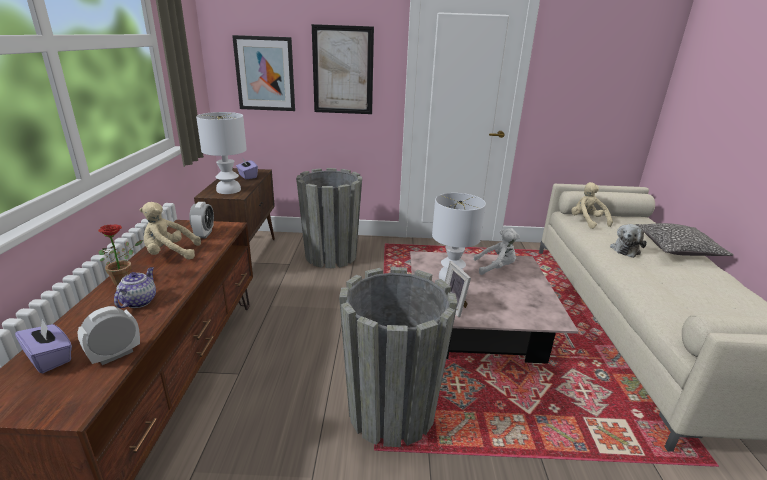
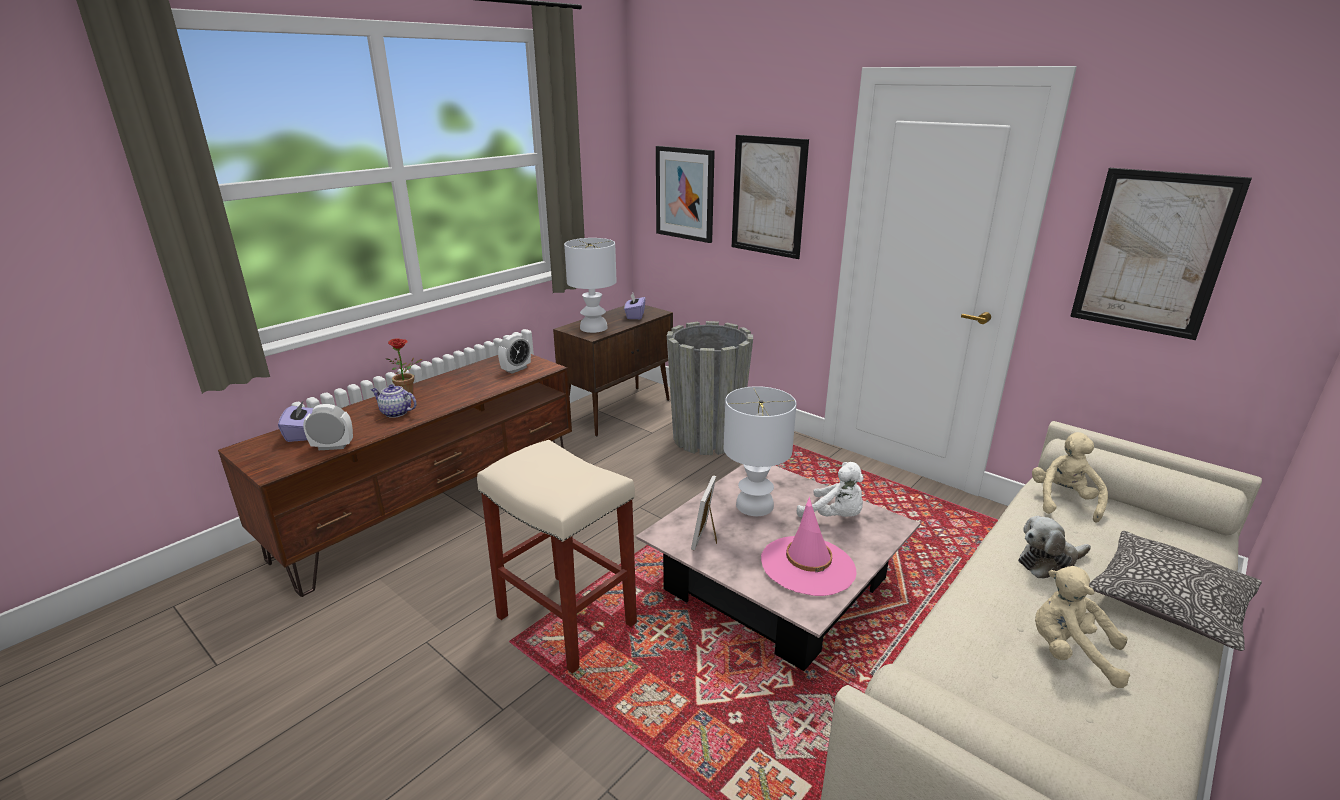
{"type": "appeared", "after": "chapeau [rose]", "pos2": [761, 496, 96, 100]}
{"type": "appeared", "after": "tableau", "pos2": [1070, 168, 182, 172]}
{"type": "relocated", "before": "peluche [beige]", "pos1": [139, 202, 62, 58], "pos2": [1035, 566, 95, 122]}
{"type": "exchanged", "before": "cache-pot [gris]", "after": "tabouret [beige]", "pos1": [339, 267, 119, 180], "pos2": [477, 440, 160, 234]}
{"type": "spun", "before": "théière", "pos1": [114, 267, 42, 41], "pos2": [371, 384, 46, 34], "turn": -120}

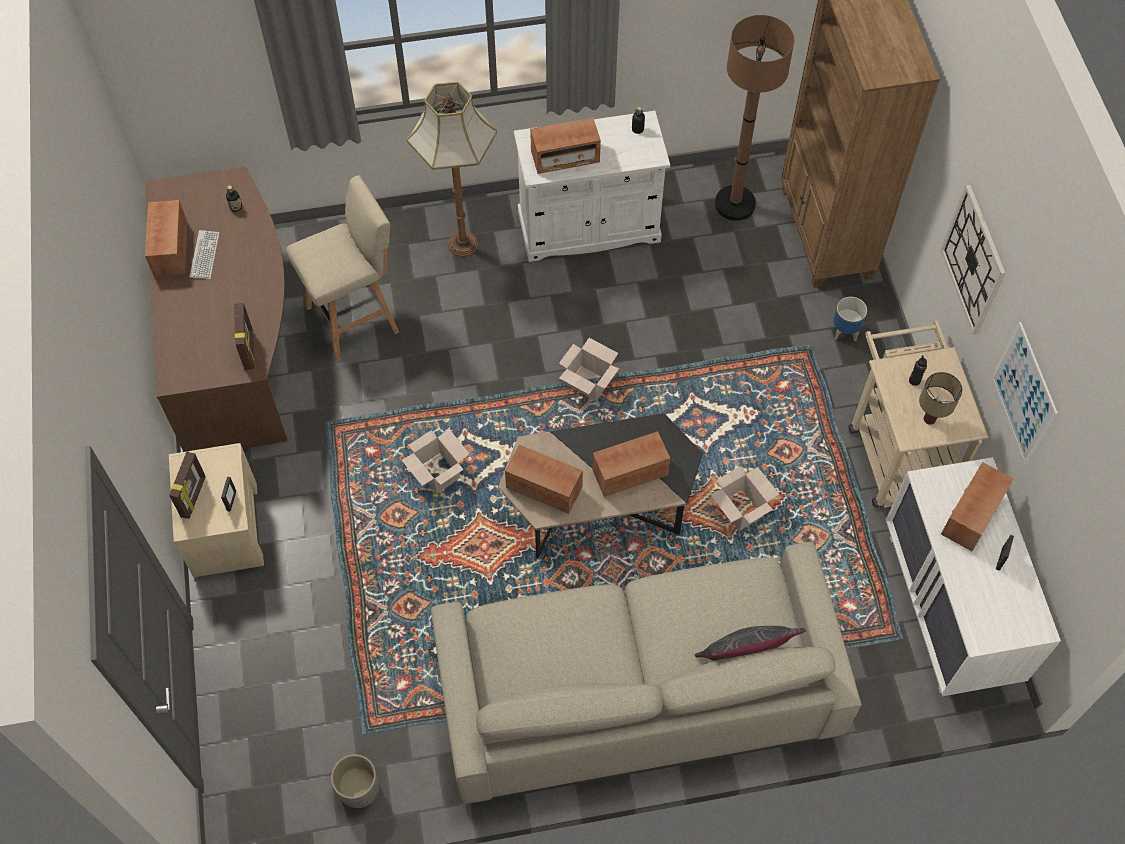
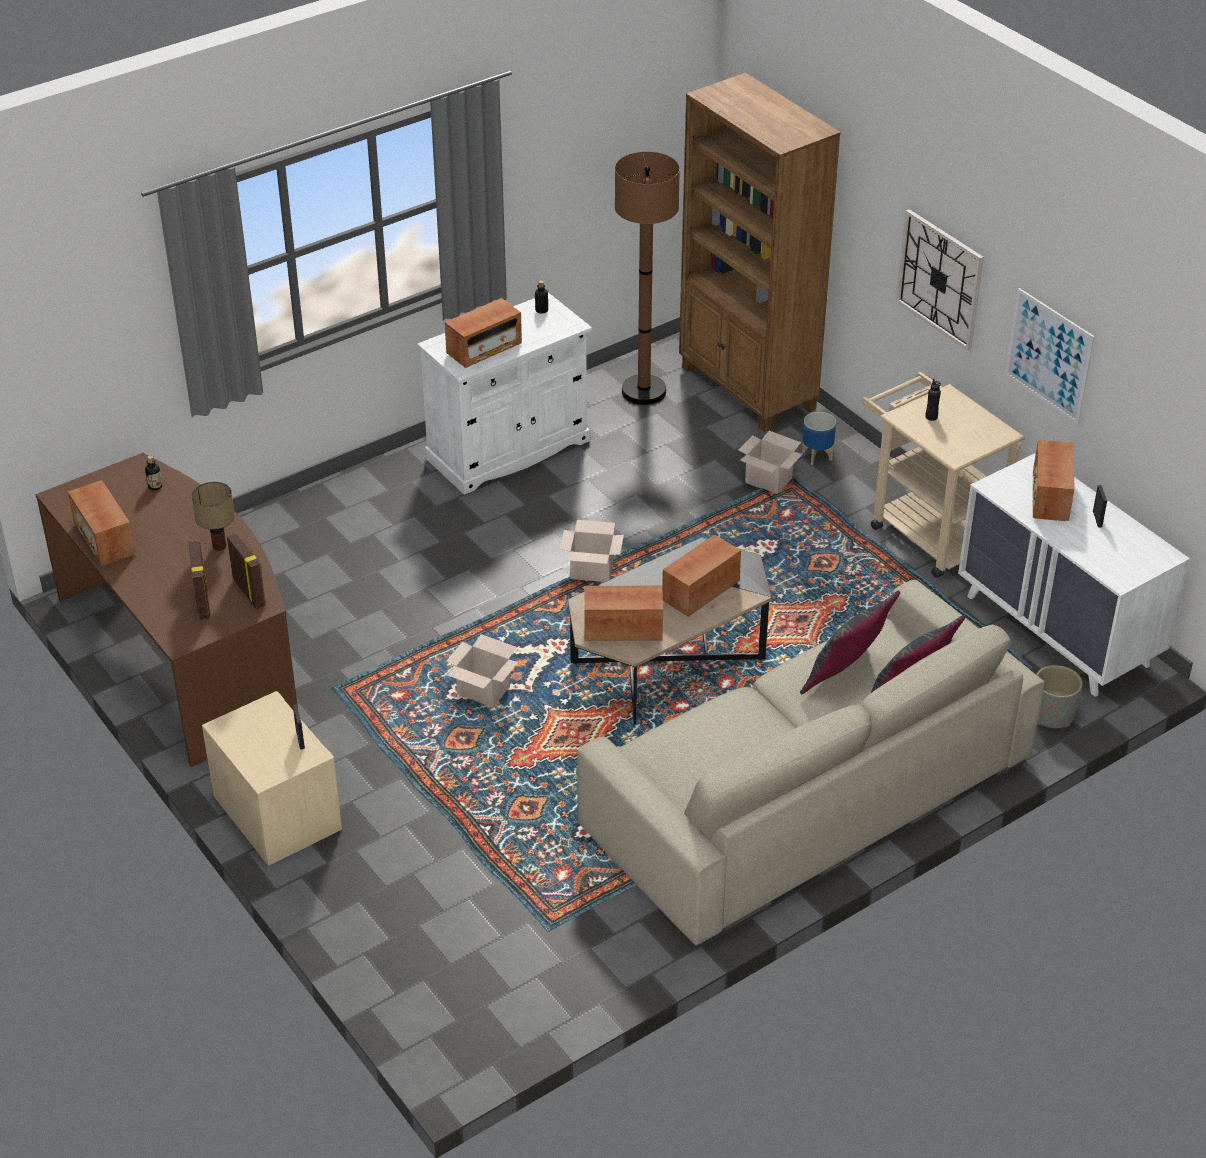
{"type": "missing", "before": "clavier", "pos1": [190, 230, 29, 49]}
{"type": "missing", "before": "tabouret [beige]", "pos1": [286, 175, 113, 186]}
{"type": "missing", "before": "lampadaire", "pos1": [407, 82, 90, 175]}
{"type": "appeared", "after": "coussin [gris]", "pos2": [800, 590, 100, 104]}
{"type": "relocated", "before": "cadre photo", "pos1": [169, 452, 37, 67], "pos2": [189, 540, 21, 80]}
{"type": "relocated", "before": "cache-pot [gris]", "pos1": [331, 754, 48, 54], "pos2": [1036, 665, 47, 63]}
{"type": "relocated", "before": "carton", "pos1": [710, 467, 69, 64], "pos2": [739, 431, 64, 63]}
{"type": "relocated", "before": "lampe de table", "pos1": [919, 372, 43, 53], "pos2": [192, 482, 43, 69]}

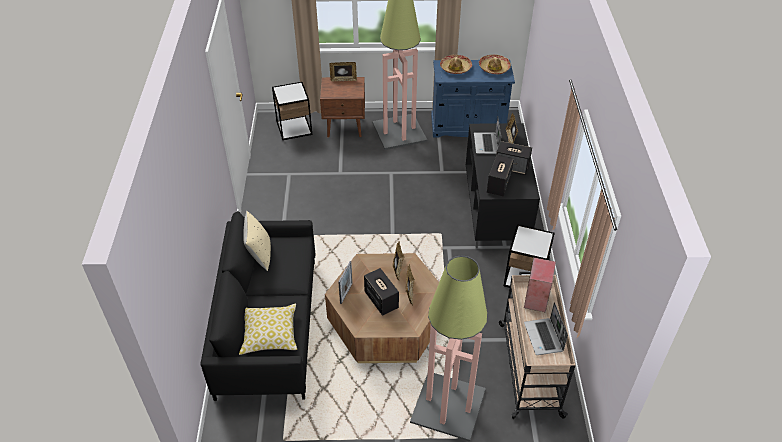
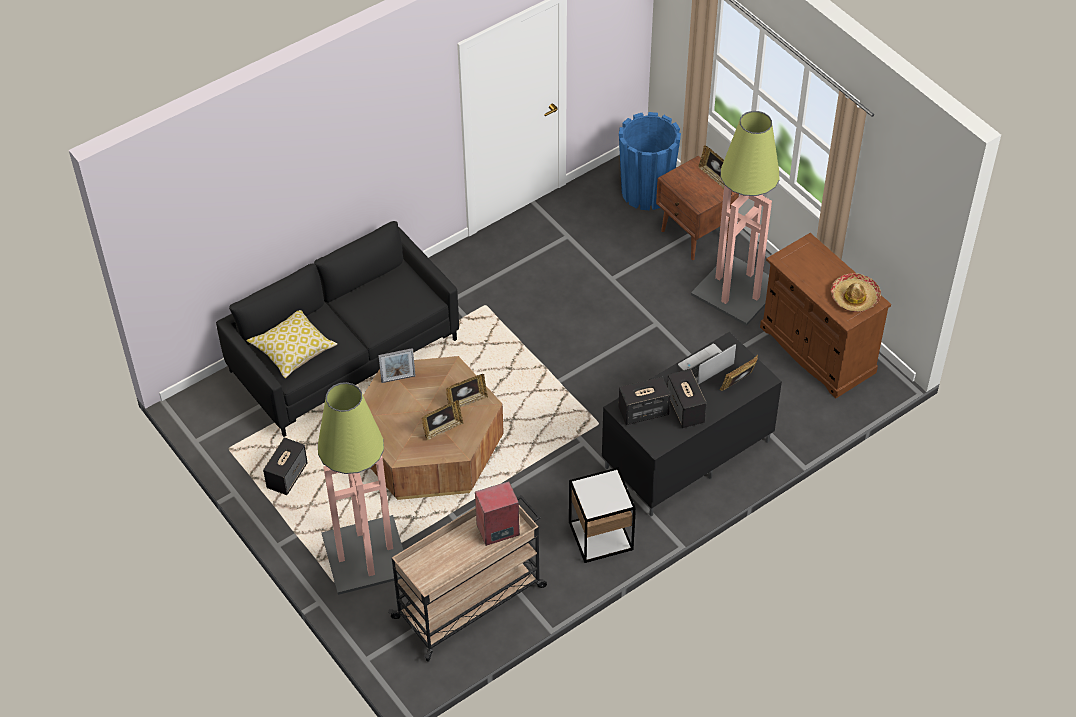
{"type": "missing", "before": "coussin [beige]", "pos1": [243, 211, 28, 60]}
{"type": "missing", "before": "chapeau", "pos1": [440, 55, 32, 19]}
{"type": "missing", "before": "ordinateur portable", "pos1": [524, 302, 44, 53]}
{"type": "relocated", "before": "enceinte", "pos1": [364, 268, 35, 48], "pos2": [263, 437, 45, 58]}
{"type": "exchanged", "before": "table d'appoint", "after": "cache-pot [bleu]", "pos1": [272, 82, 40, 58], "pos2": [619, 112, 62, 98]}
{"type": "colour", "before": "meuble de rangement [bleu]", "after": "meuble de rangement [marron]", "pos1": [431, 60, 84, 78], "pos2": [760, 233, 131, 165]}

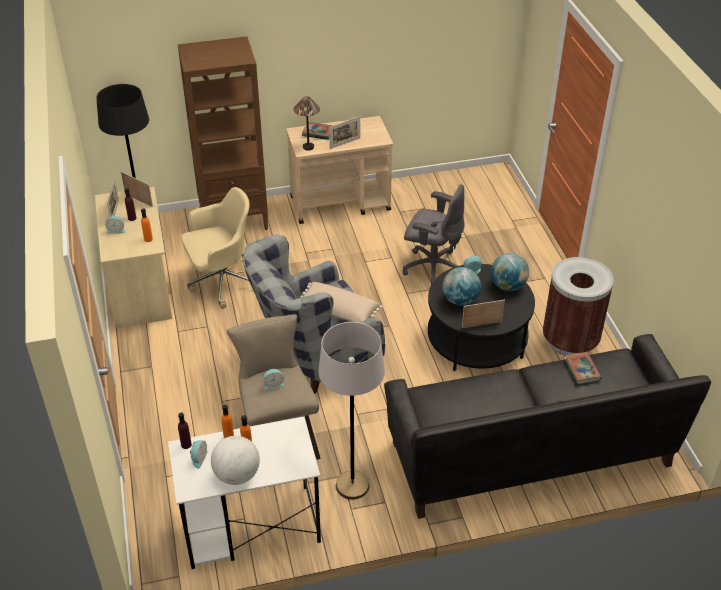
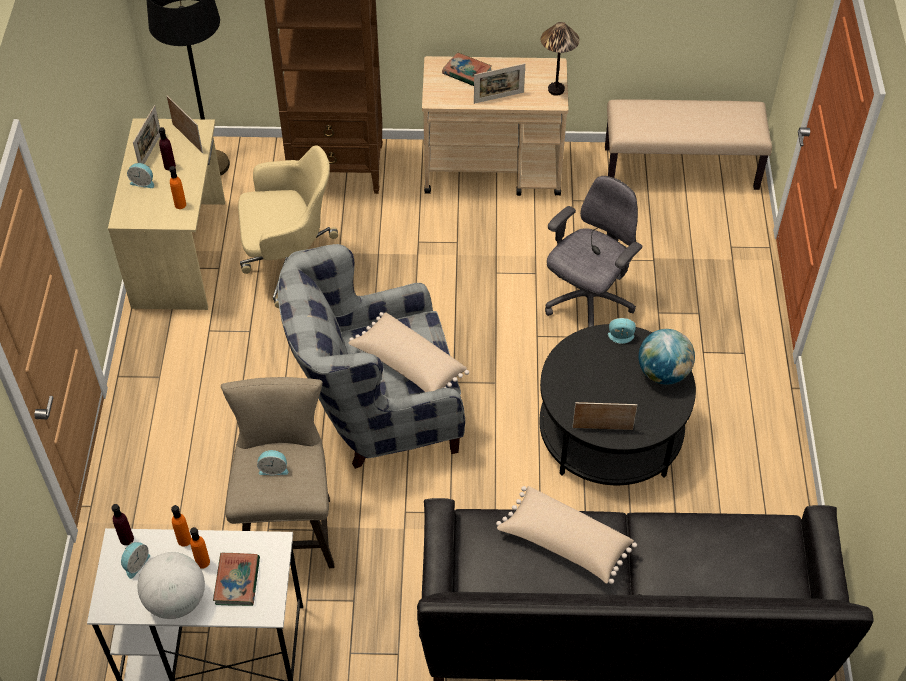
{"type": "missing", "before": "lampadaire [gris]", "pos1": [318, 322, 67, 178]}
{"type": "missing", "before": "globe", "pos1": [442, 267, 39, 39]}
{"type": "missing", "before": "poubelle [marron]", "pos1": [543, 257, 71, 99]}
{"type": "appeared", "after": "coussin [beige]", "pos2": [496, 486, 141, 98]}
{"type": "appeared", "after": "banc [beige]", "pos2": [605, 99, 167, 91]}
{"type": "relocated", "before": "lampe de table", "pos1": [294, 96, 26, 55], "pos2": [541, 22, 39, 74]}
{"type": "relocated", "before": "livre", "pos1": [565, 352, 37, 32], "pos2": [213, 553, 47, 53]}
{"type": "spun", "before": "chaise de bureau [gris]", "pos1": [403, 184, 61, 101], "pos2": [545, 176, 97, 151], "turn": -90}

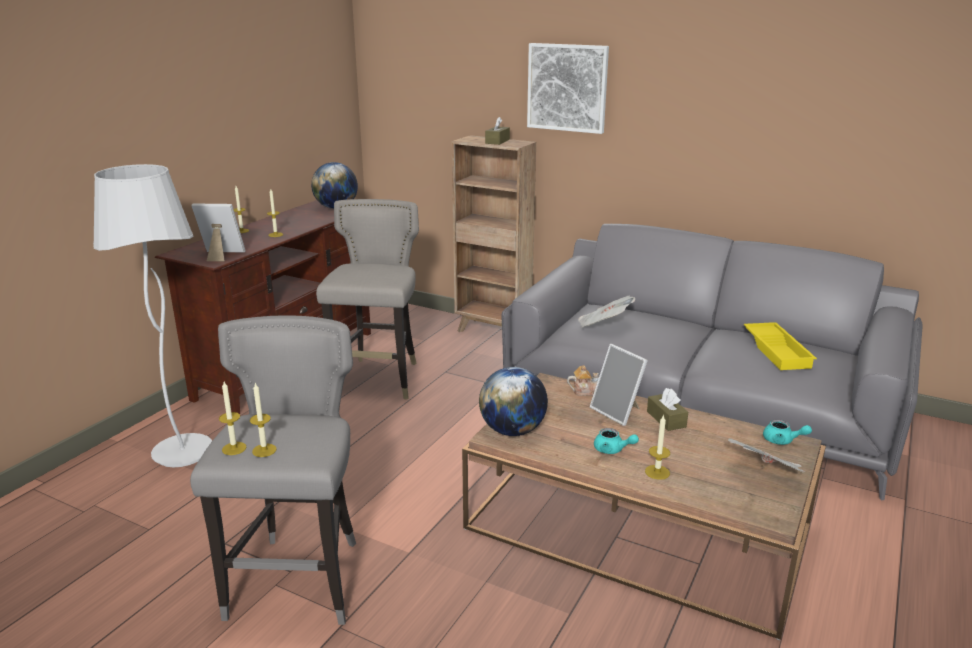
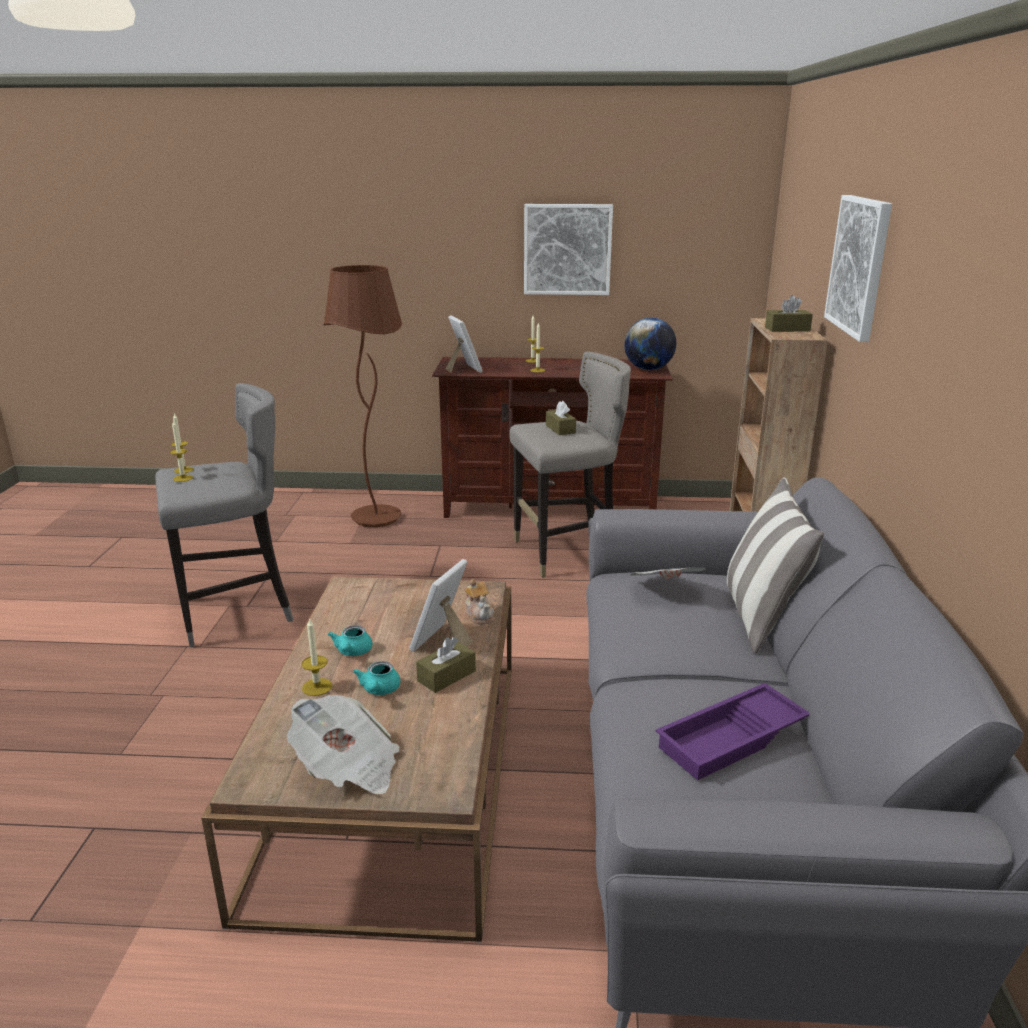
{"type": "missing", "before": "globe", "pos1": [479, 367, 69, 69]}
{"type": "appeared", "after": "tableau", "pos2": [524, 204, 89, 91]}
{"type": "appeared", "after": "boîte à mouchoirs [marron]", "pos2": [546, 401, 30, 34]}
{"type": "appeared", "after": "coussin", "pos2": [727, 477, 97, 177]}
{"type": "relocated", "before": "théière [turquoise]", "pos1": [763, 419, 49, 26], "pos2": [353, 661, 48, 34]}
{"type": "colour", "before": "lampadaire [blanc]", "after": "lampadaire [marron]", "pos1": [93, 164, 119, 304], "pos2": [324, 265, 78, 262]}
{"type": "colour", "before": "plateau [jaune]", "after": "plateau [violet]", "pos1": [744, 322, 73, 48], "pos2": [655, 683, 154, 97]}

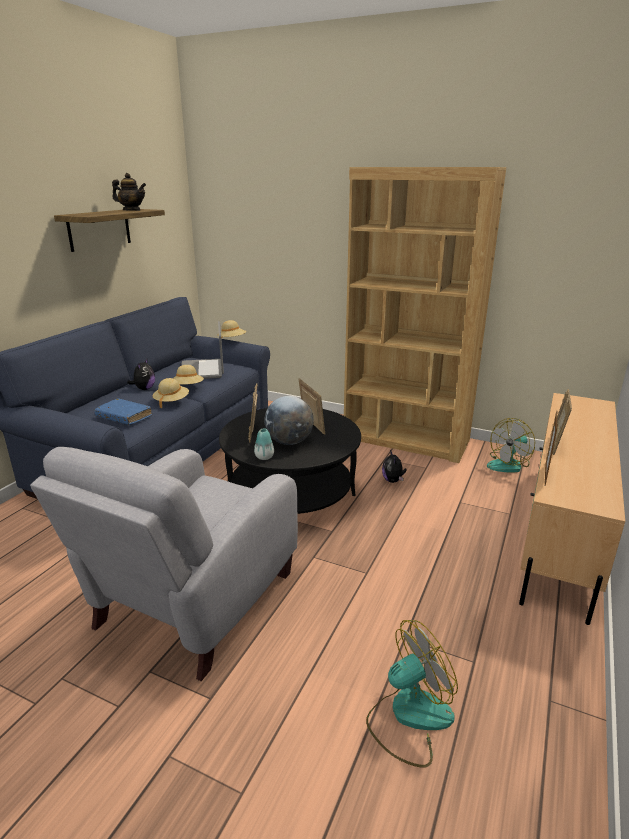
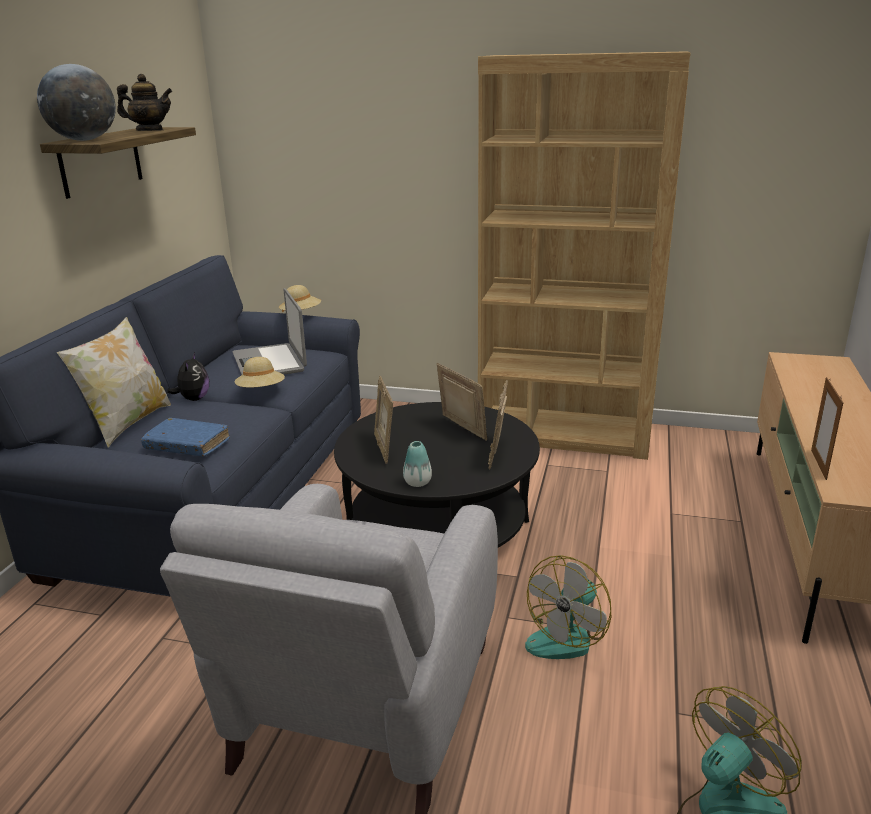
{"type": "missing", "before": "chapeau [beige]", "pos1": [153, 378, 36, 30]}
{"type": "missing", "before": "peluche", "pos1": [382, 450, 25, 33]}
{"type": "appeared", "after": "coussin", "pos2": [57, 317, 114, 130]}
{"type": "relocated", "before": "globe", "pos1": [265, 396, 49, 49], "pos2": [37, 64, 79, 77]}
{"type": "relocated", "before": "ventilateur", "pos1": [487, 418, 48, 55], "pos2": [525, 555, 86, 104]}
{"type": "relocated", "before": "cadre photo", "pos1": [551, 389, 21, 66], "pos2": [488, 380, 20, 89]}

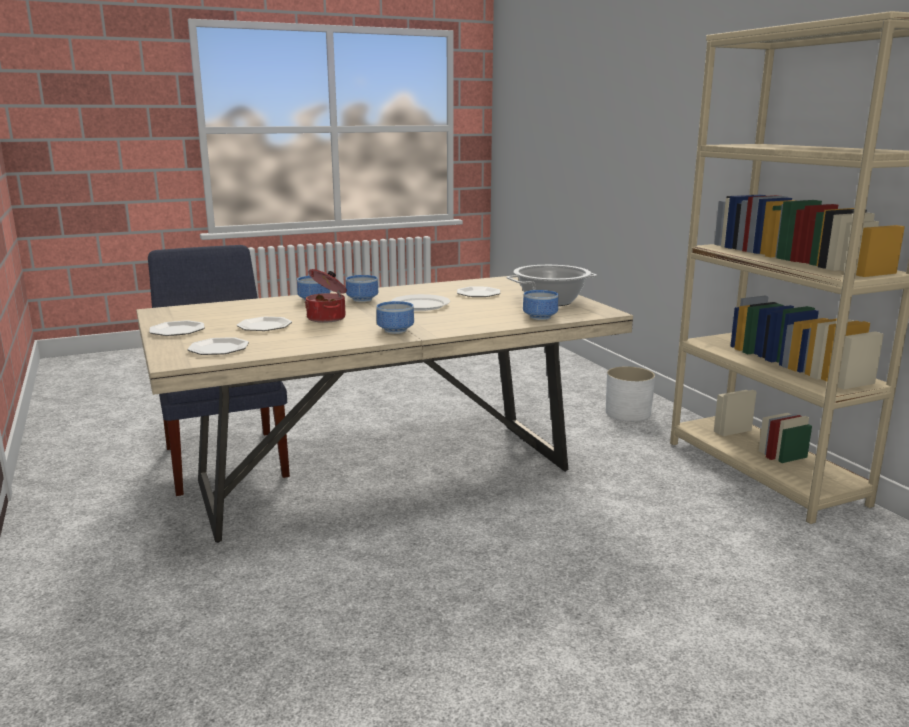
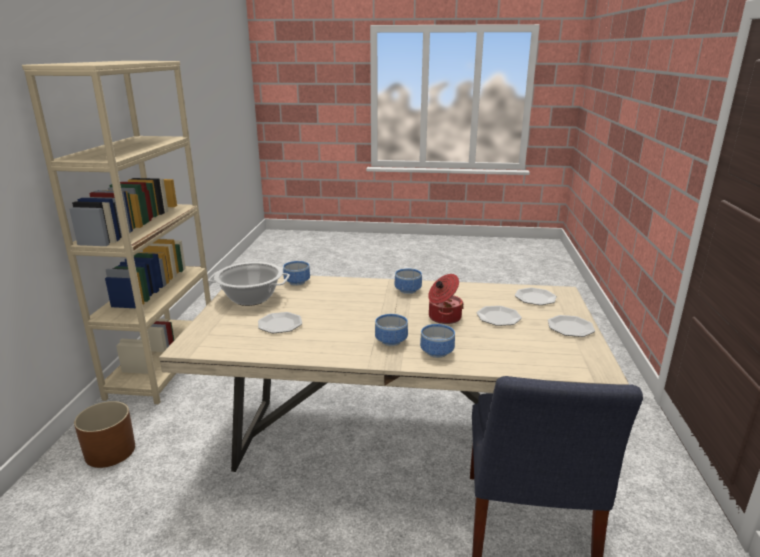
{"type": "missing", "before": "assiette [blanc]", "pos1": [391, 294, 59, 17]}
{"type": "colour", "before": "cache-pot [blanc]", "after": "cache-pot [marron]", "pos1": [606, 366, 49, 55], "pos2": [74, 401, 61, 67]}

